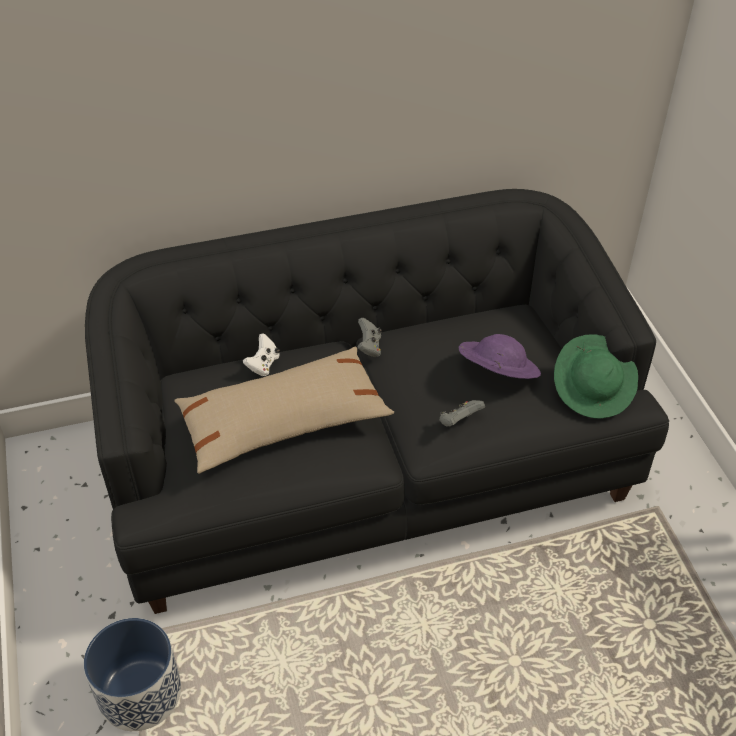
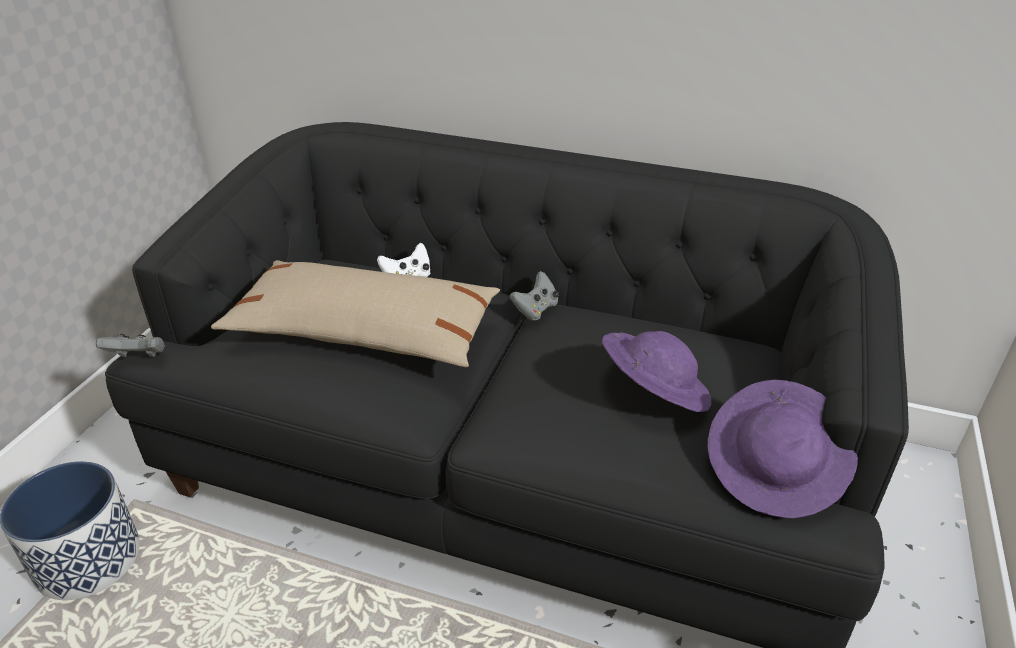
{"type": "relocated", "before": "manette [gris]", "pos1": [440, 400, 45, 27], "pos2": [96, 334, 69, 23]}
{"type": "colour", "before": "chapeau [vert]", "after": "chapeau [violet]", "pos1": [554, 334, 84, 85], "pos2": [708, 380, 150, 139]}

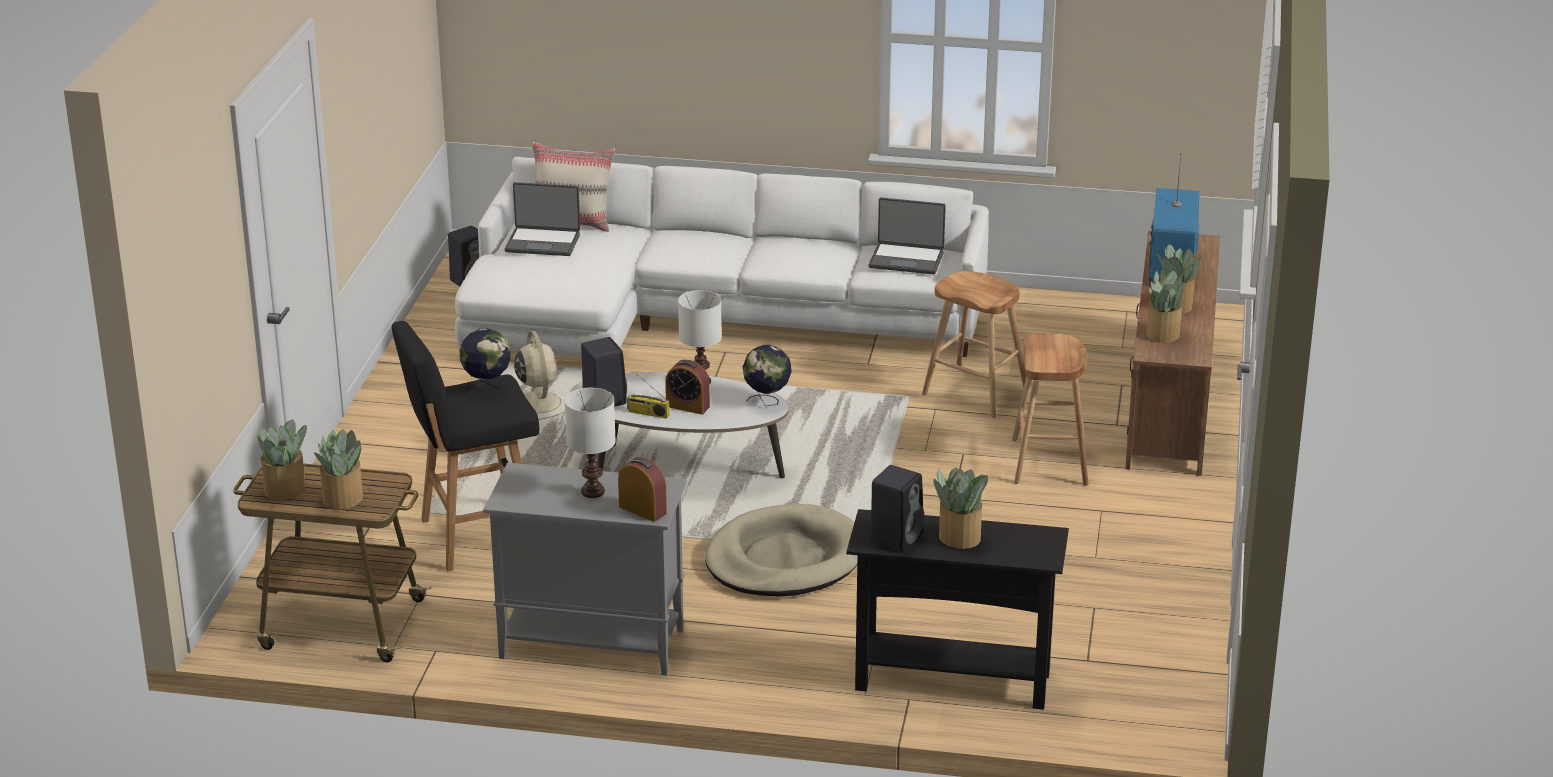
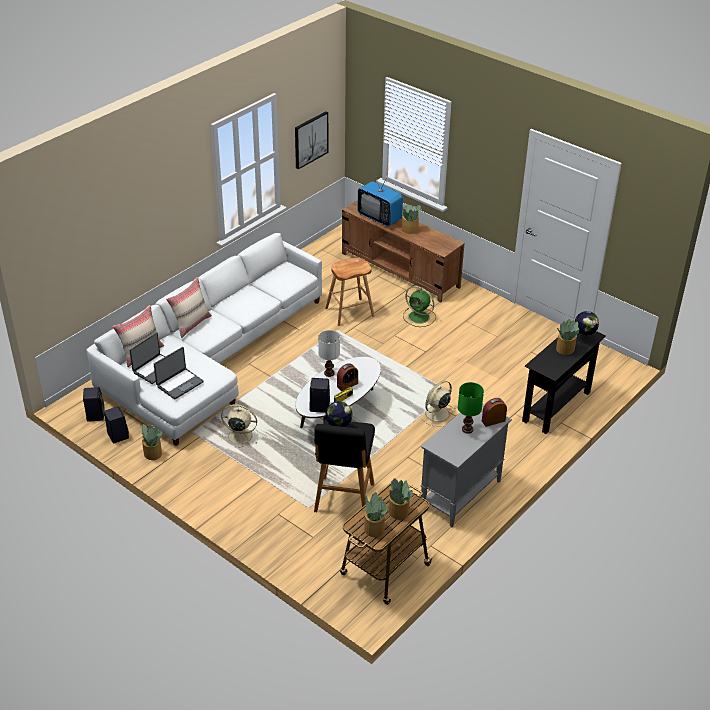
{"type": "appeared", "after": "coussin [beige]", "pos2": [166, 277, 46, 61]}
{"type": "appeared", "after": "tableau", "pos2": [295, 111, 33, 58]}
{"type": "relocated", "before": "globe", "pos1": [743, 345, 49, 61], "pos2": [575, 311, 24, 32]}
{"type": "relocated", "before": "ordinateur portable", "pos1": [869, 197, 77, 77], "pos2": [154, 347, 50, 52]}
{"type": "relocated", "before": "enceinte [noir]", "pos1": [870, 465, 54, 86], "pos2": [104, 406, 25, 38]}
{"type": "relocated", "before": "plante en pot", "pos1": [1146, 271, 39, 72], "pos2": [138, 424, 24, 36]}
{"type": "exchanged", "before": "panier pour chien [beige]", "after": "ventilateur [beige]", "pos1": [705, 504, 152, 93], "pos2": [420, 381, 35, 46]}
{"type": "exchanged", "before": "tabouret [marron]", "after": "ventilateur [vert]", "pos1": [1012, 333, 76, 153], "pos2": [403, 286, 33, 41]}
{"type": "colour", "before": "lampe de table [blanc]", "after": "lampe de table [vert]", "pos1": [565, 388, 51, 110], "pos2": [458, 382, 26, 52]}

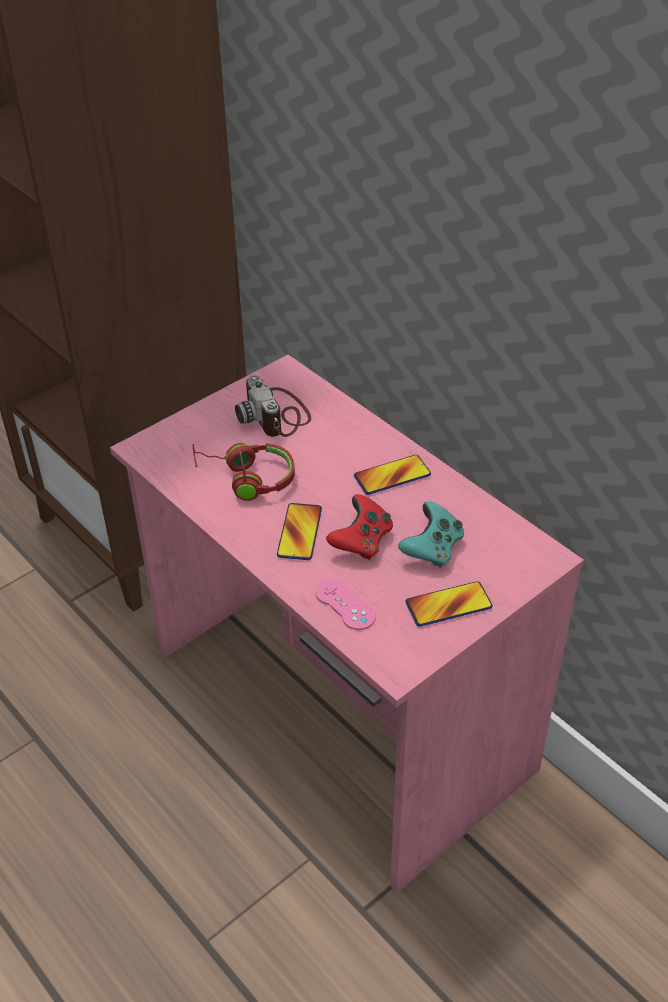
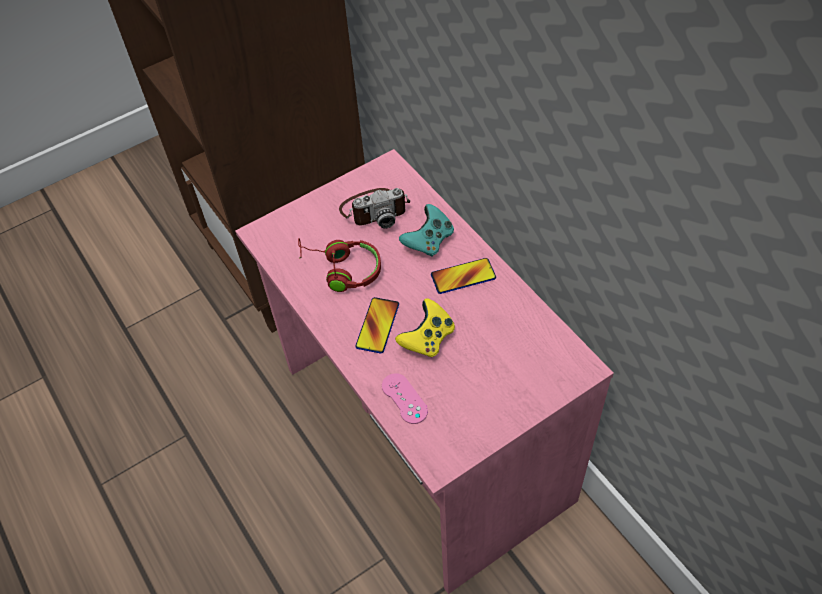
{"type": "missing", "before": "téléphone", "pos1": [406, 581, 87, 46]}
{"type": "relocated", "before": "manette [turquoise]", "pos1": [398, 501, 66, 67], "pos2": [399, 204, 55, 53]}
{"type": "colour", "before": "manette [rouge]", "after": "manette [jaune]", "pos1": [326, 494, 67, 66], "pos2": [395, 298, 60, 59]}
{"type": "spun", "before": "appareil photo", "pos1": [235, 375, 76, 62], "pos2": [339, 188, 71, 40], "turn": -90}

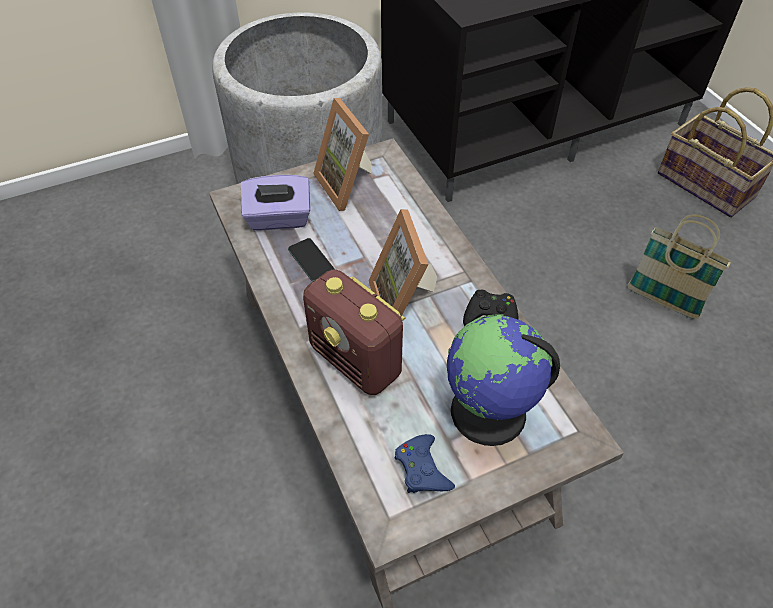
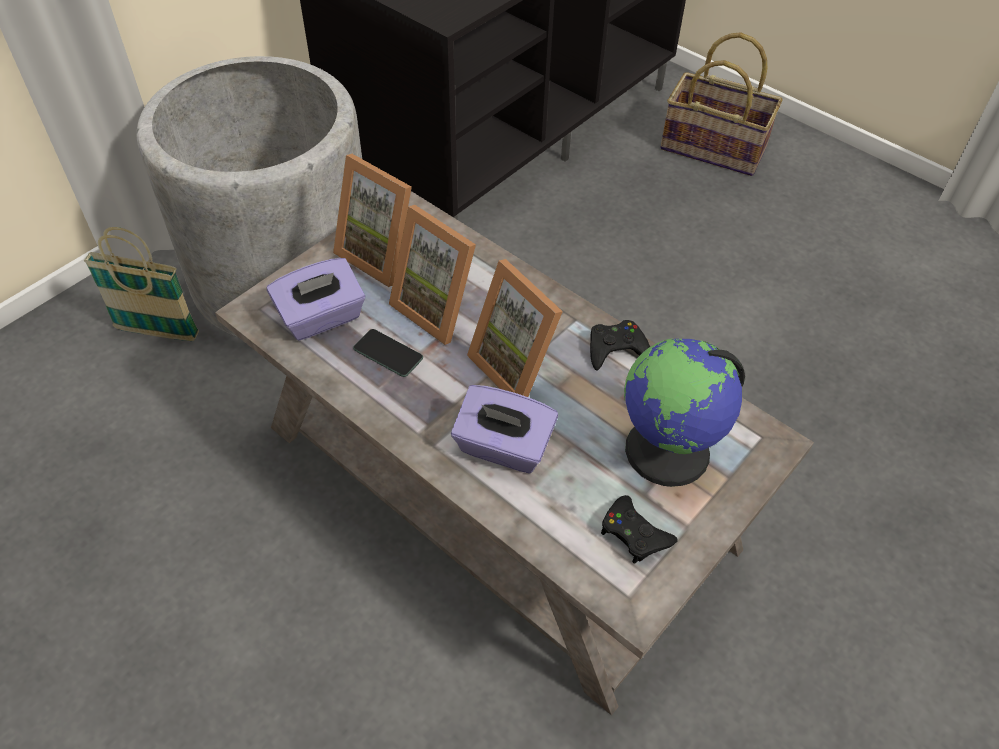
{"type": "appeared", "after": "cadre photo", "pos2": [389, 205, 87, 140]}
{"type": "relocated", "before": "panier", "pos1": [627, 214, 104, 105], "pos2": [84, 227, 115, 114]}
{"type": "exchanged", "before": "radio", "after": "boîte à mouchoirs [violet]", "pos1": [303, 269, 102, 126], "pos2": [451, 385, 107, 88]}
{"type": "colour", "before": "manette [bleu]", "after": "manette [noir]", "pos1": [394, 434, 61, 59], "pos2": [601, 495, 77, 69]}

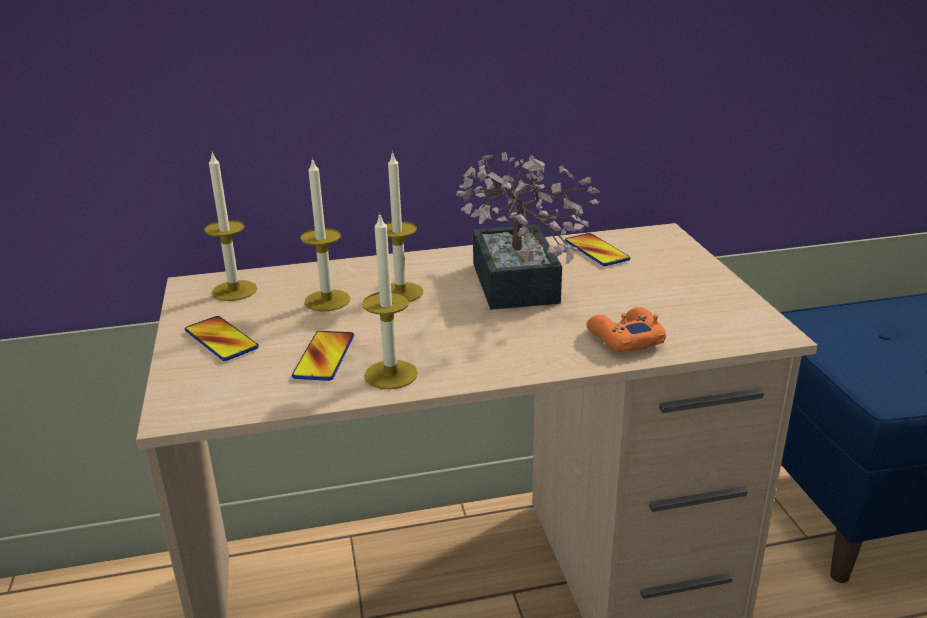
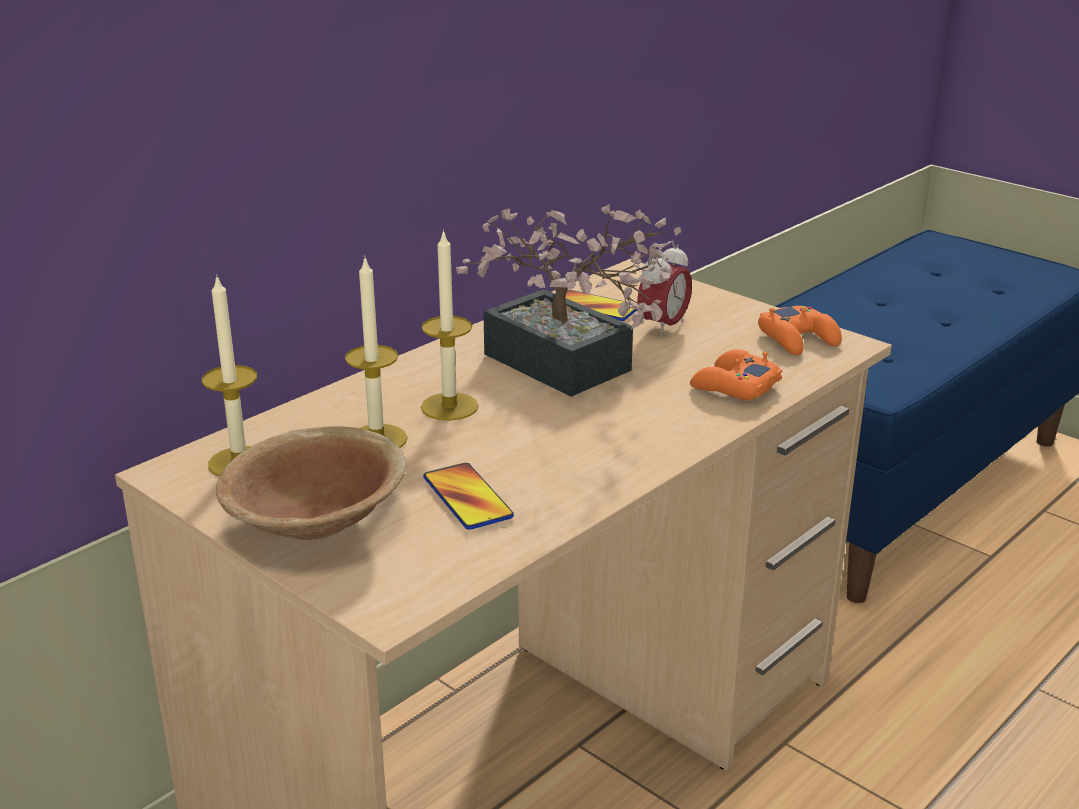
{"type": "missing", "before": "bougie", "pos1": [362, 212, 56, 177]}
{"type": "appeared", "after": "réveil", "pos2": [637, 241, 55, 96]}
{"type": "appeared", "after": "manette [orange]", "pos2": [758, 306, 84, 49]}
{"type": "exchanged", "before": "téléphone", "after": "bol [marron]", "pos1": [185, 316, 74, 45], "pos2": [216, 427, 190, 113]}

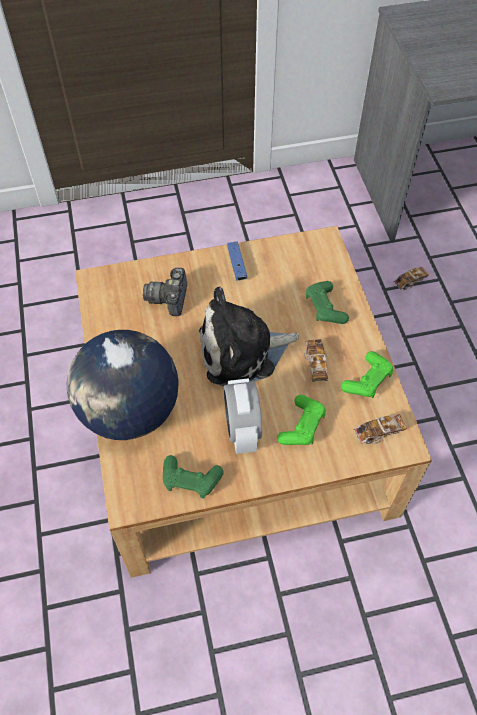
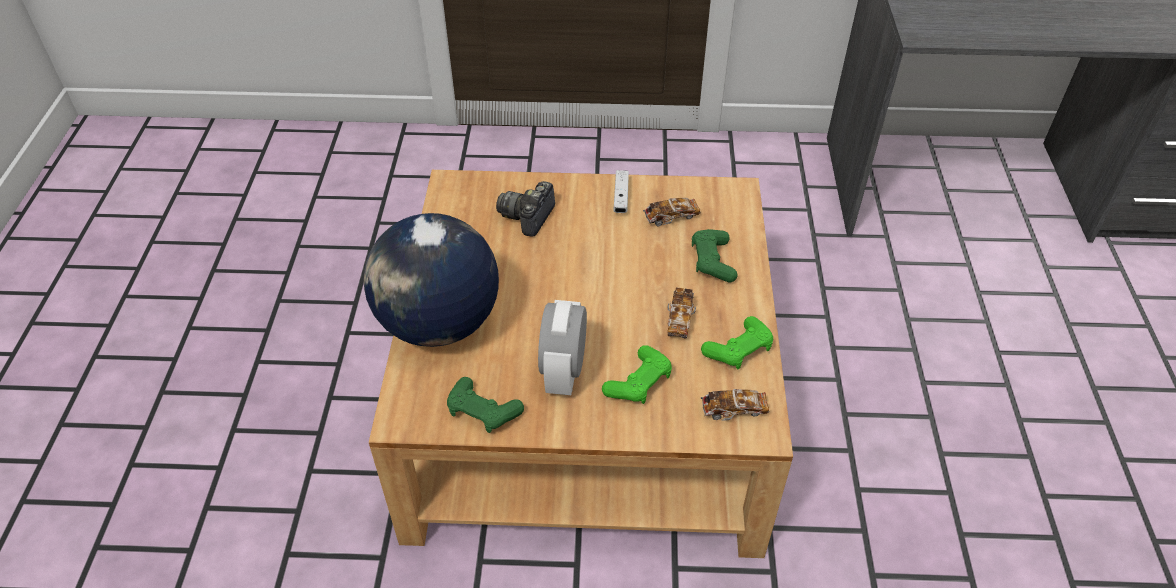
{"type": "missing", "before": "peluche", "pos1": [199, 287, 100, 99]}
{"type": "relocated", "before": "petite voiture", "pos1": [393, 267, 36, 23], "pos2": [643, 198, 57, 28]}
{"type": "colour", "before": "manette [bleu]", "after": "manette [blanc]", "pos1": [228, 242, 19, 39], "pos2": [613, 170, 16, 43]}

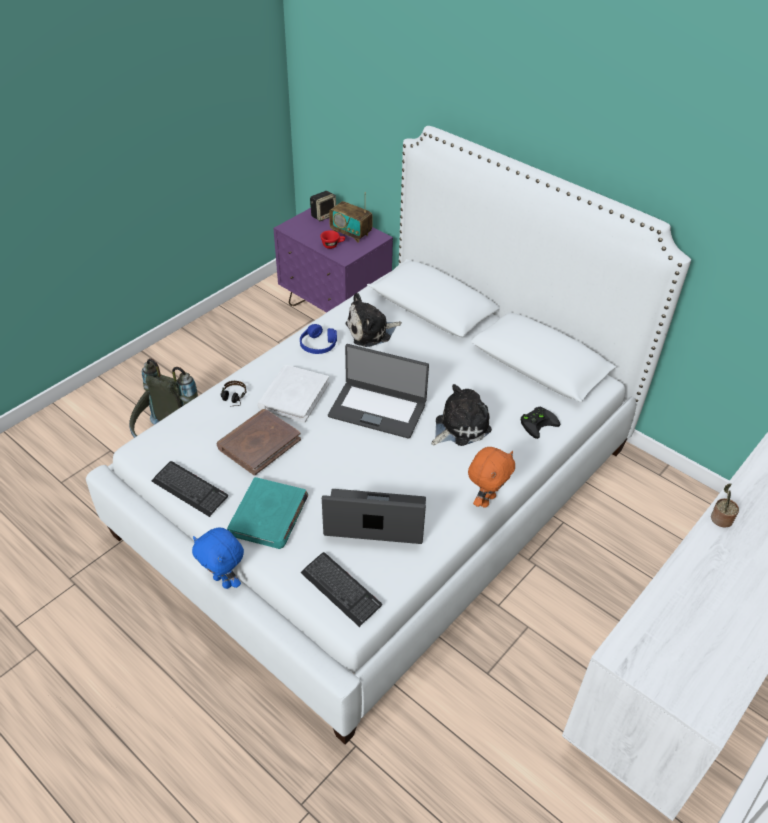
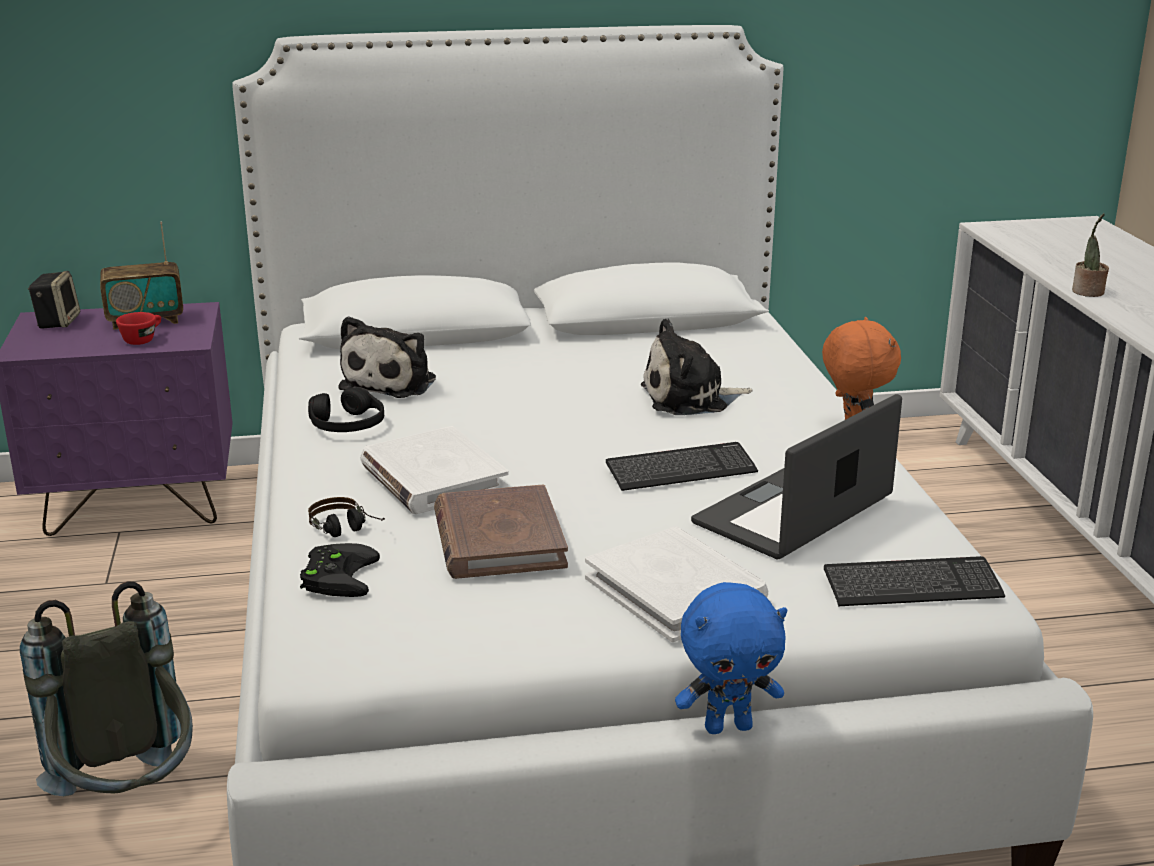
{"type": "missing", "before": "ordinateur portable", "pos1": [328, 344, 101, 95]}
{"type": "relocated", "before": "clavier", "pos1": [152, 461, 76, 56], "pos2": [606, 442, 152, 49]}
{"type": "relocated", "before": "manette [noir]", "pos1": [520, 407, 40, 32], "pos2": [300, 543, 80, 54]}
{"type": "colour", "before": "livre [turquoise]", "after": "livre [blanc]", "pos1": [227, 477, 81, 72], "pos2": [585, 527, 183, 115]}
{"type": "colour", "before": "casque audio [bleu]", "after": "casque audio [noir]", "pos1": [300, 324, 37, 30], "pos2": [308, 387, 76, 45]}
{"type": "spun", "before": "peluche", "pos1": [432, 384, 60, 62], "pos2": [641, 318, 111, 97], "turn": -105}

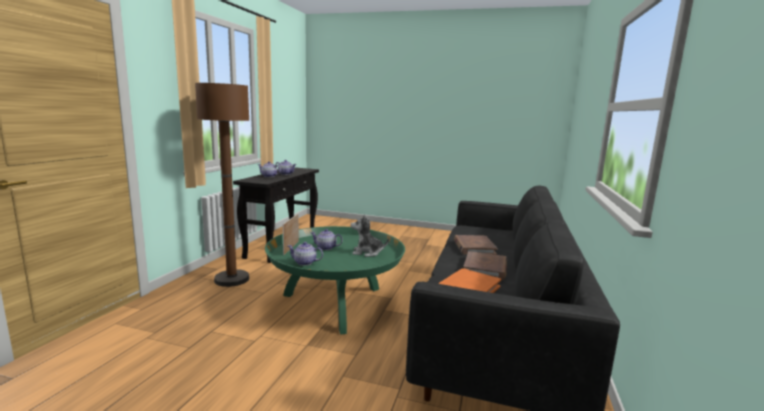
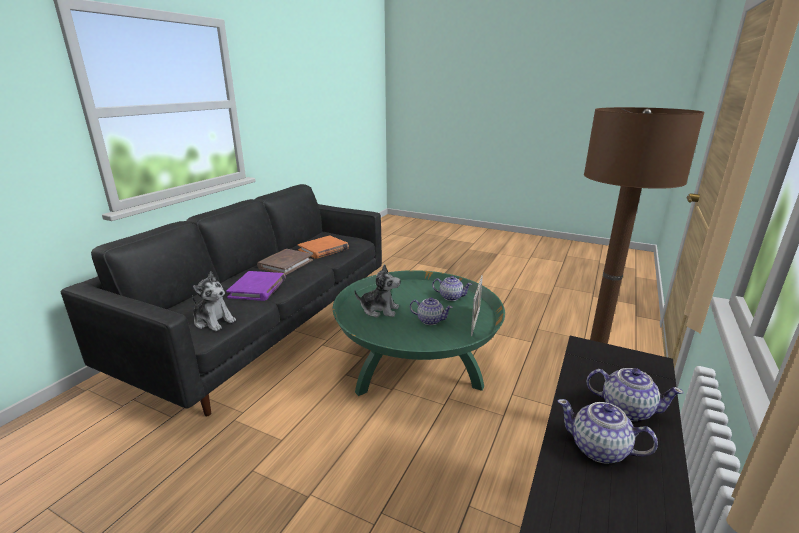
{"type": "appeared", "after": "peluche", "pos2": [192, 271, 44, 60]}
{"type": "colour", "before": "livre [marron]", "after": "livre [violet]", "pos1": [454, 235, 44, 20], "pos2": [226, 271, 60, 30]}

